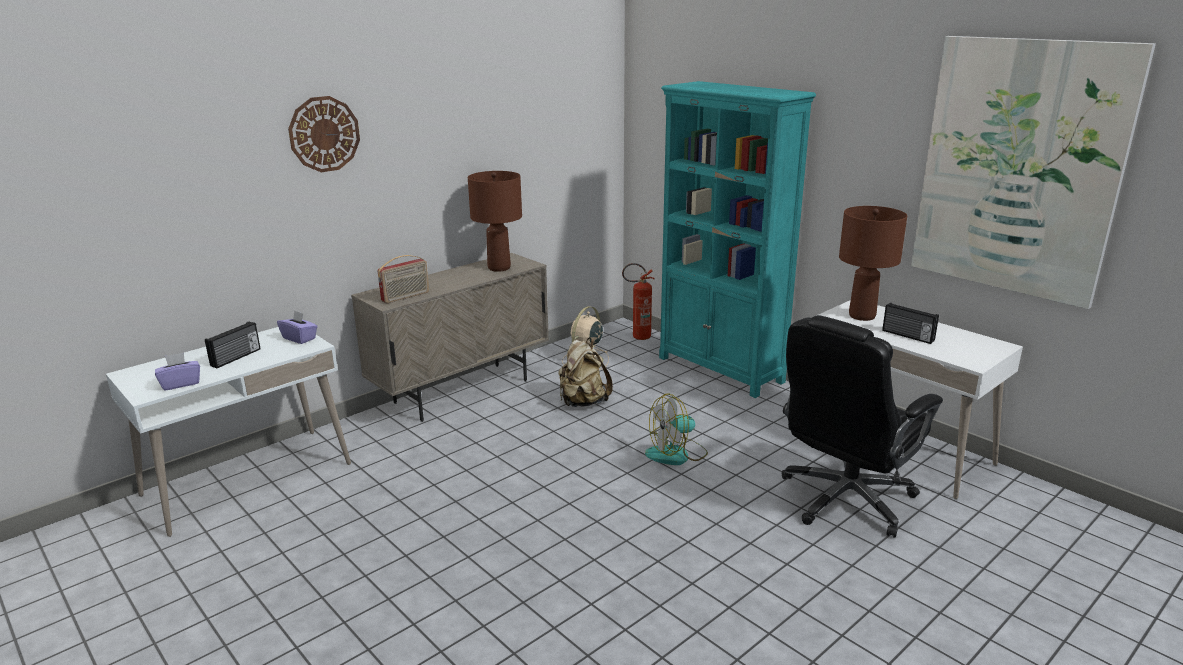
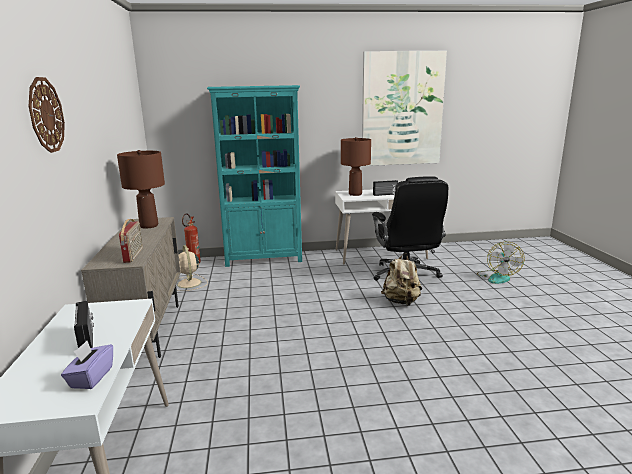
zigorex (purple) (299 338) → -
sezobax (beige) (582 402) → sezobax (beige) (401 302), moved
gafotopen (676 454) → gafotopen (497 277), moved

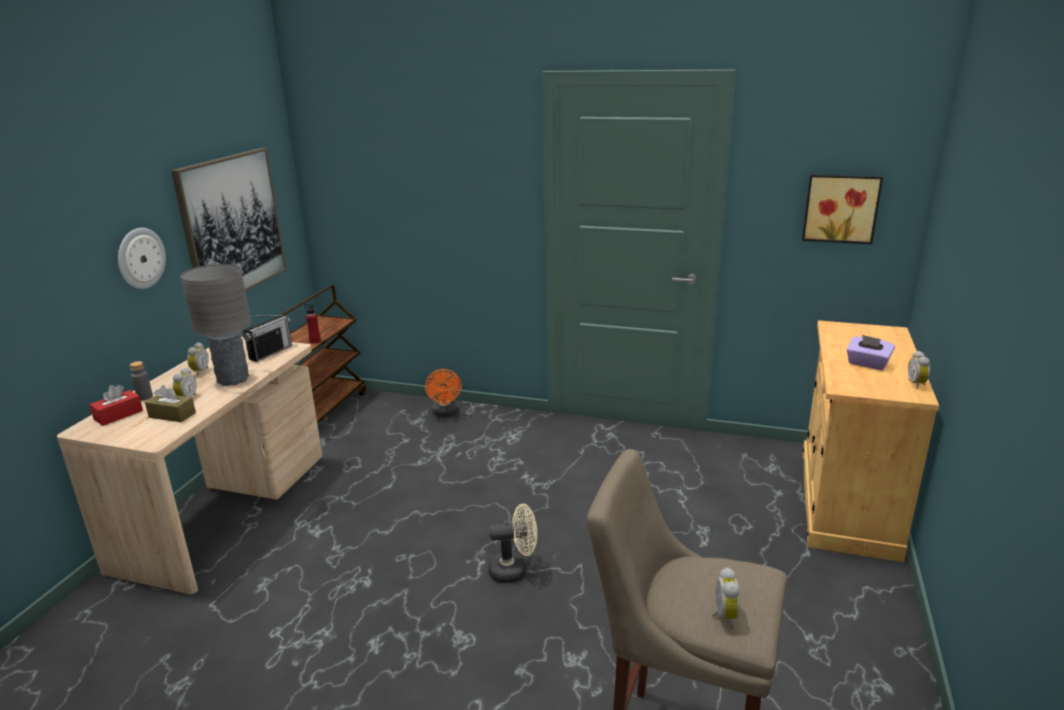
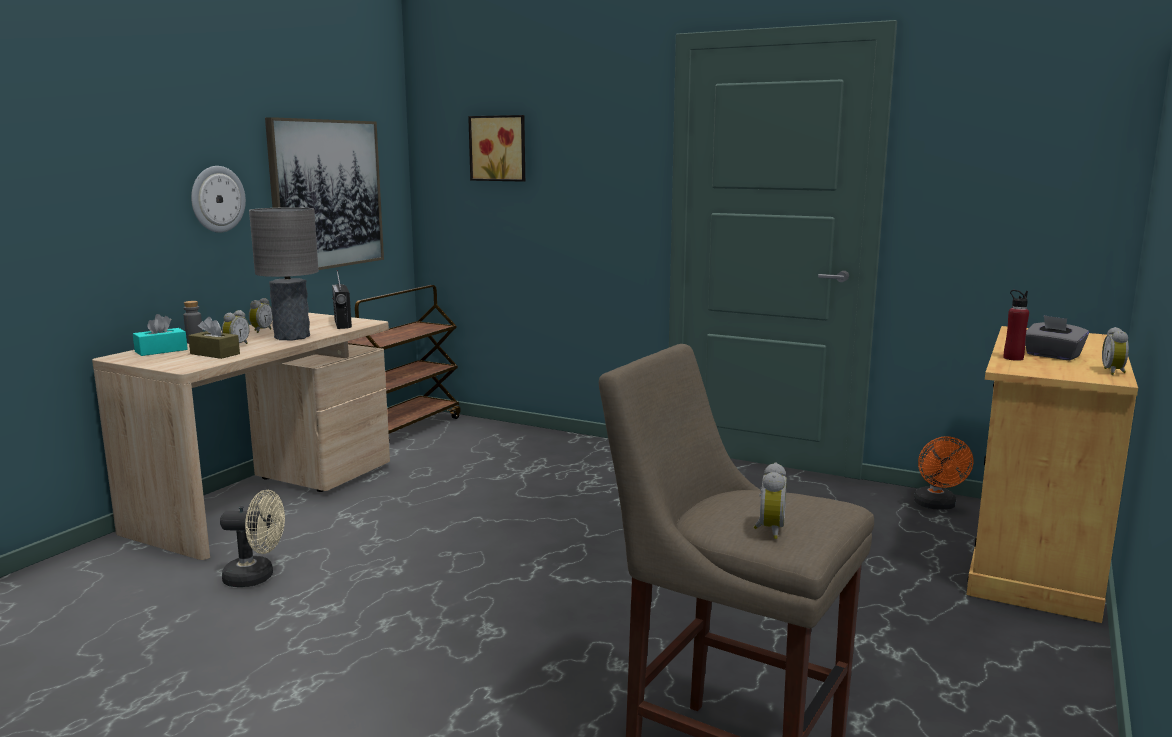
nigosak (840 208) → nigosak (499 148), moved
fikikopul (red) (315 341) → fikikopul (red) (1013 358), moved
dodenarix (270 352) → dodenarix (342 324), 120 degrees clockwise
zigorex (purple) (867 364) → zigorex (grey) (1052 356)
gafotopen (orange) (446 413) → gafotopen (orange) (937 506), moved
zigorex (red) (118 415) → zigorex (turquoise) (161 351)
gafotopen (beige) (514 570) → gafotopen (beige) (257 577), moved

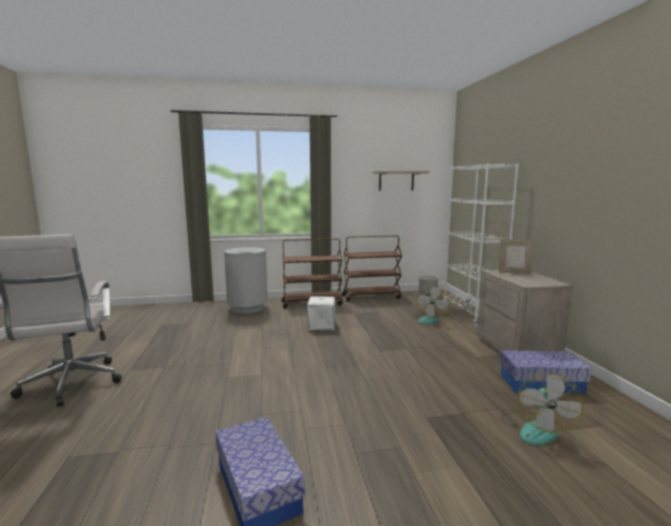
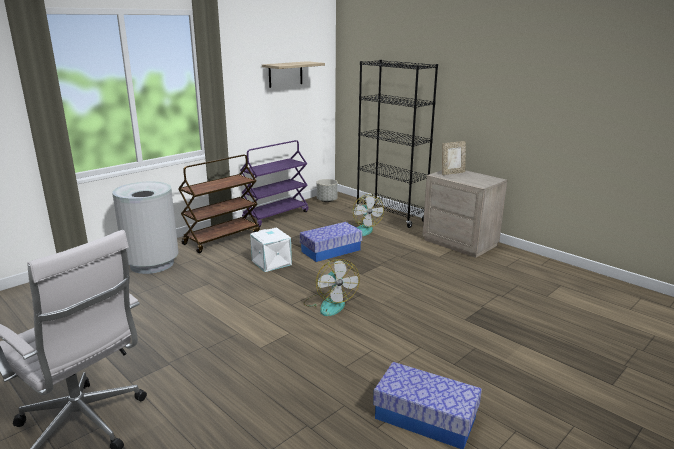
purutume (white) (471 315) → purutume (black) (391 216)
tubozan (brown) (371 297) → tubozan (purple) (275 215)
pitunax (541 383) → pitunax (331 250), moved
gafotopen (536 429) → gafotopen (330 304), moved

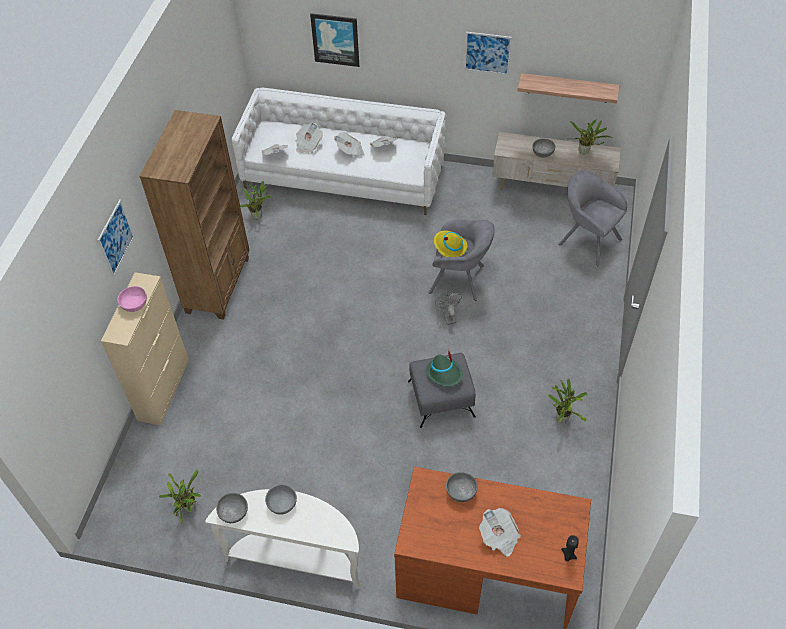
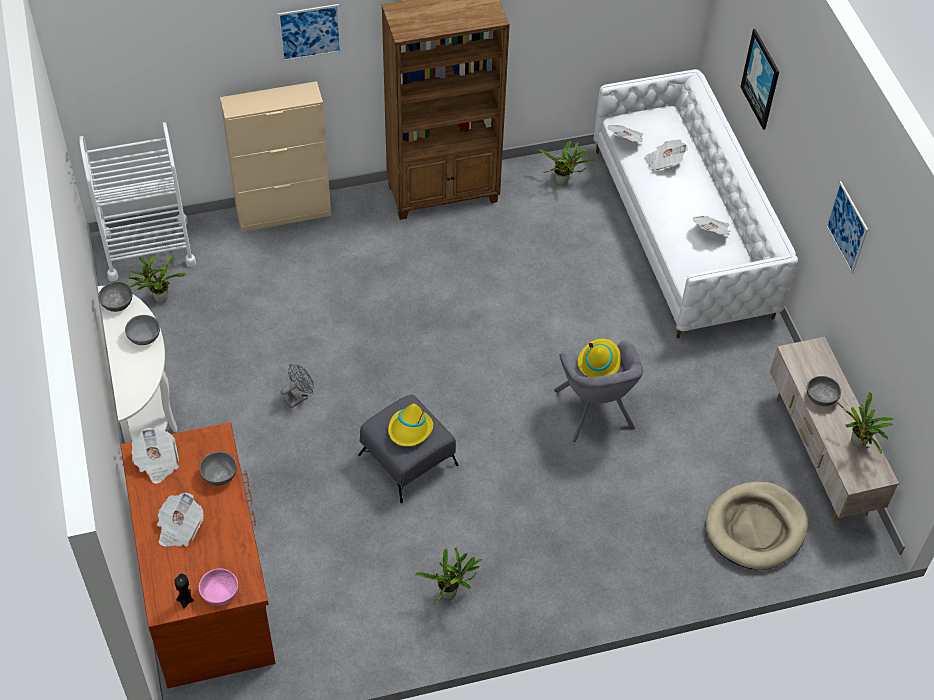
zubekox (568 88) → -
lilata (350 150) → lilata (157 462), moved
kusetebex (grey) (587 240) → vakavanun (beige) (756 528)
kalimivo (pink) (134 304) → kalimivo (pink) (219 592), moved
gafotopen (grey) (448 316) → gafotopen (grey) (299 397), moved
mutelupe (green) (444 373) → mutelupe (yellow) (410 430)
- → tubozan (white) (148 249)

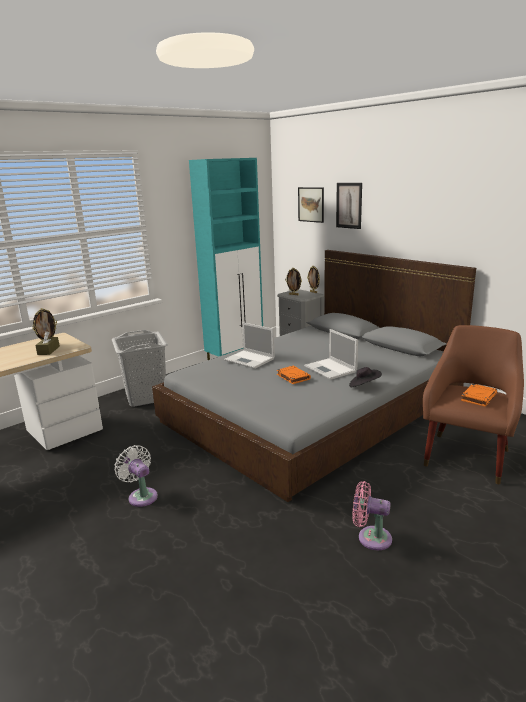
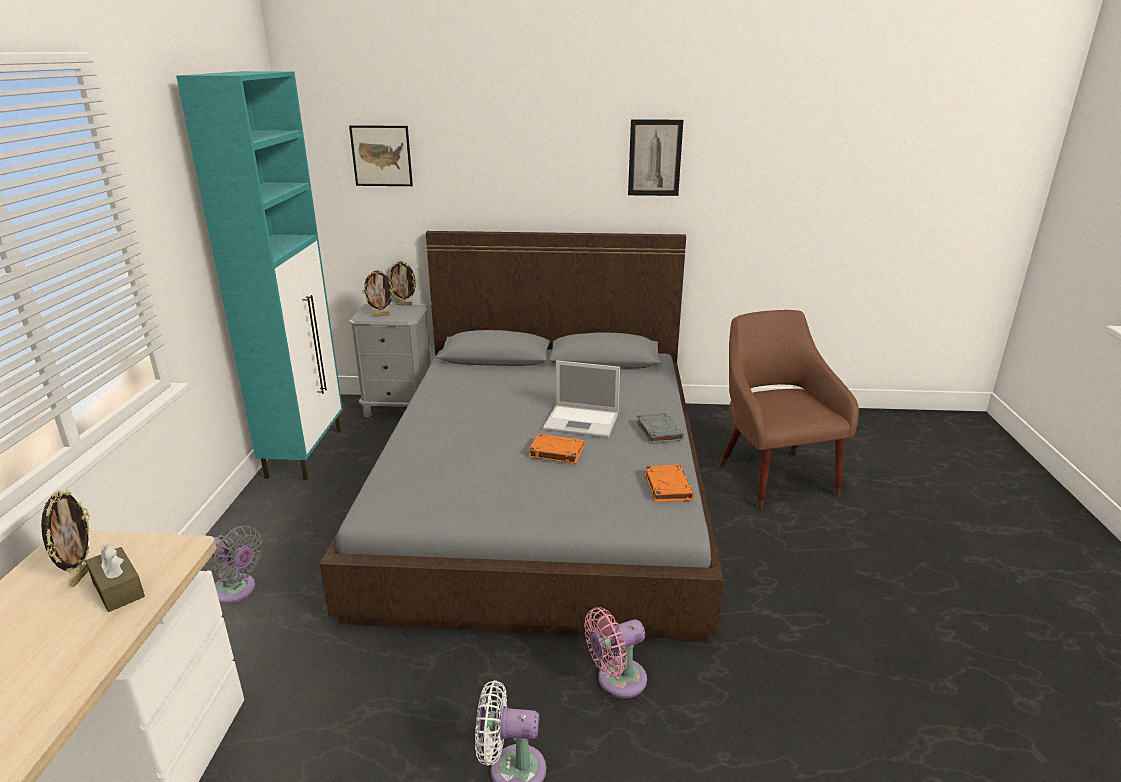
nigosak (349 205) → nigosak (655 158), moved
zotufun (250 359) → -
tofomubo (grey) (146 397) → gafotopen (grey) (237 591)
mutelupe (black) (364 386) → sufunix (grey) (658 431)
sufunix (orange) (478 397) → sufunix (orange) (667 486), moved
gafotopen (pink) (371 537) → gafotopen (pink) (617 680), moved

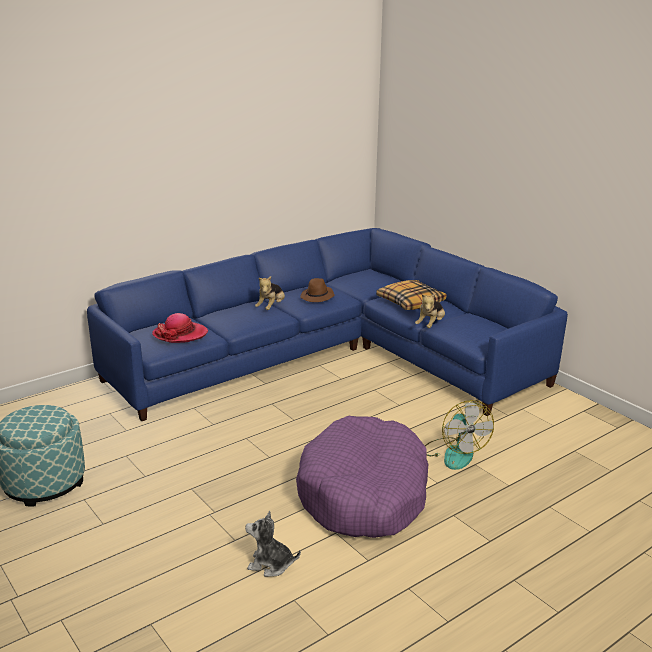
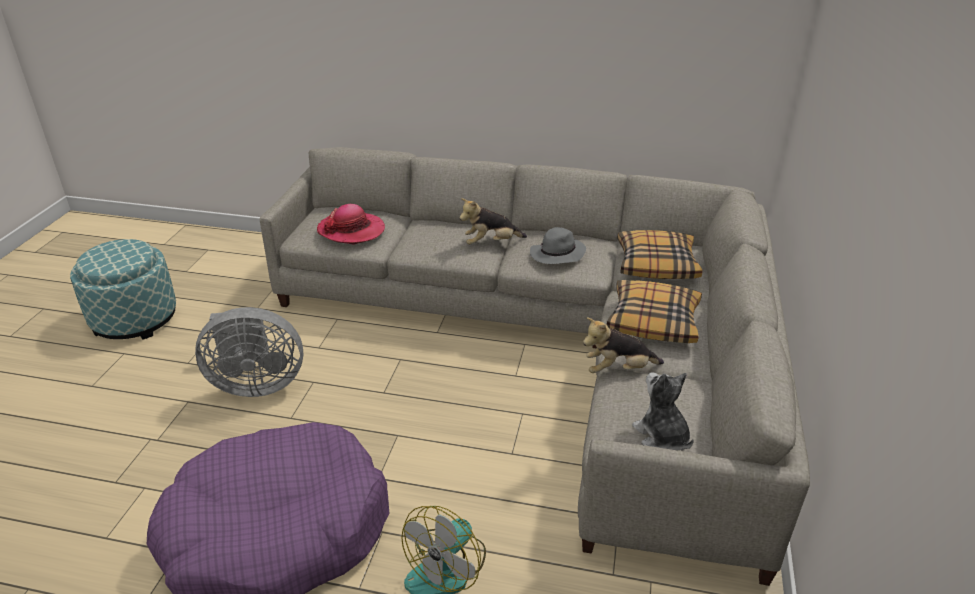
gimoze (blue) (333 357) → gimoze (grey) (556 342)
mutelupe (brown) (317 297) → mutelupe (grey) (557 255)
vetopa (270 564) → vetopa (661 437), moved
- → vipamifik (656 264)
- → gafotopen (grey) (256 384)

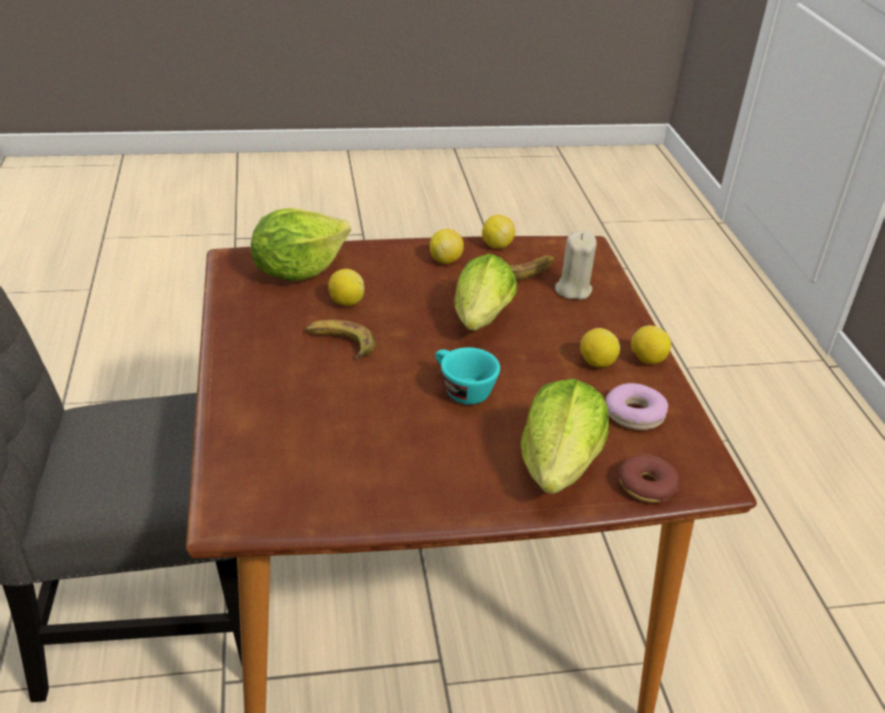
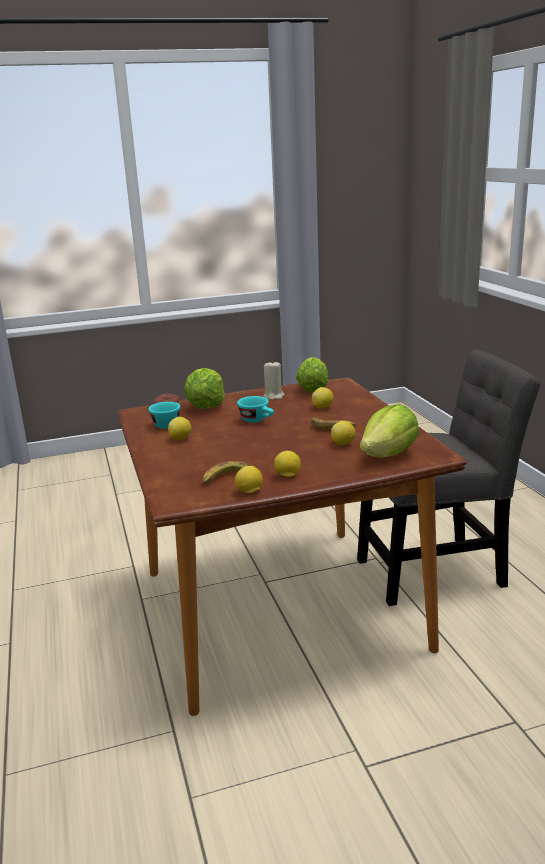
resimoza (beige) (573 290) → resimoza (beige) (274 396), moved
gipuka (480 322) → gipuka (313 388), moved
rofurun (646 360) → rofurun (323 408), moved
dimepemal (634 414) → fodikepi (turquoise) (165 424)

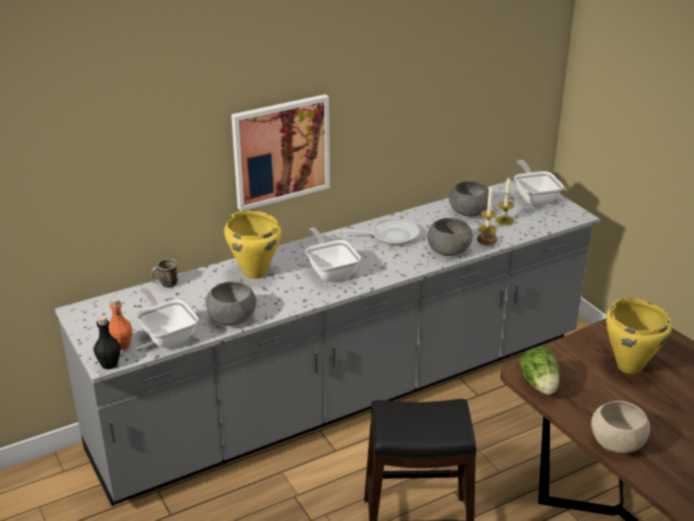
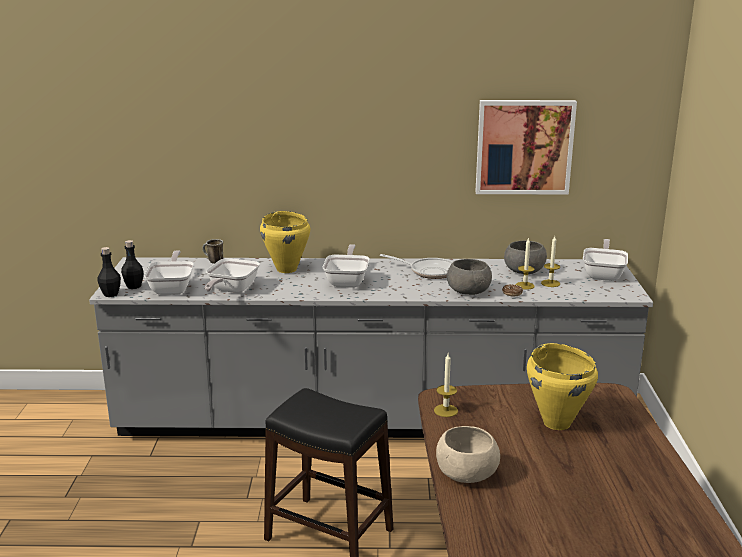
nigosak (281 151) → nigosak (524 147), moved
kalimivo (grey) (232 318) → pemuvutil (231 290)
fikikopul (orange) (121 345) → fikikopul (black) (134 286)
gipuka (540 385) → resimoza (445 410)

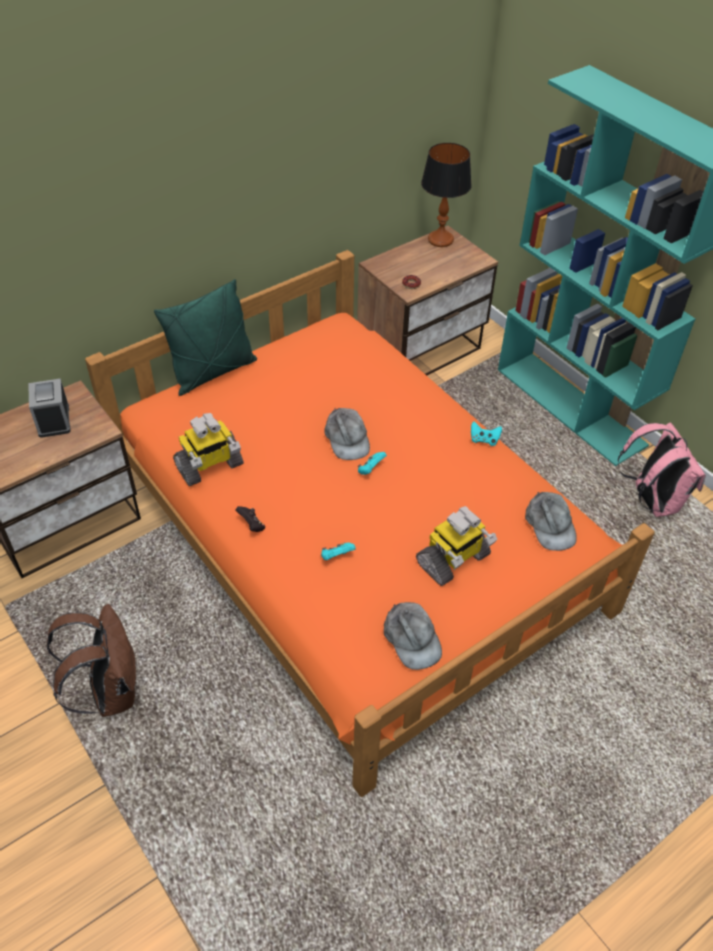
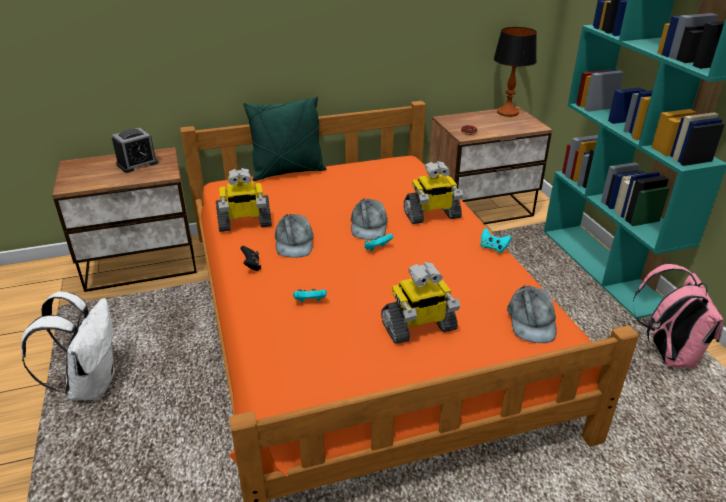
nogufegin (54 420) → nogufegin (137 164), 135 degrees counterclockwise
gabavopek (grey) (411 639) → gabavopek (grey) (294 242), moved
sezobax (brown) (110 691) → sezobax (white) (91 384)
- → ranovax (432 215)

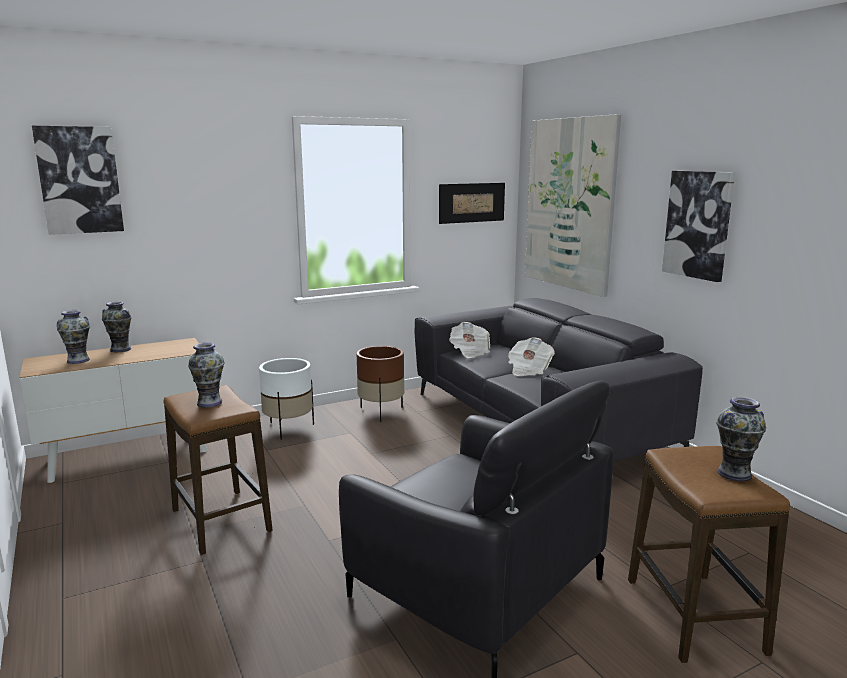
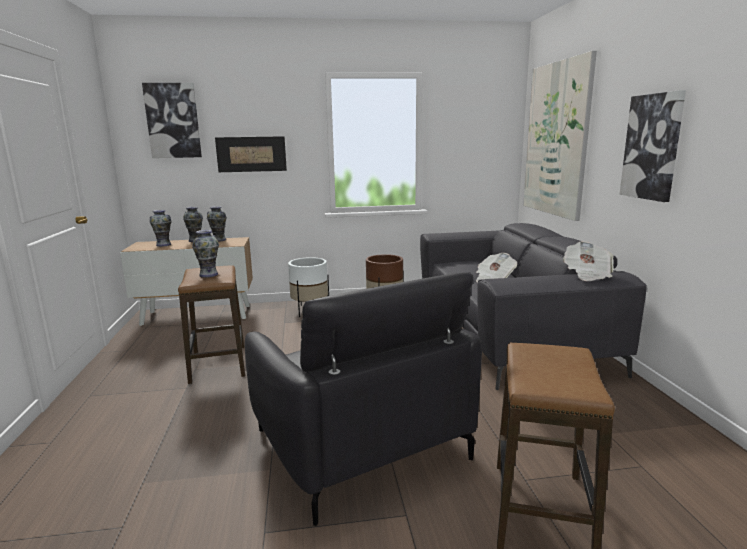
nigosak (472 202) → nigosak (251 154), moved
lilata (470 351) → lilata (587 274), moved
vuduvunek (734 474) → vuduvunek (219 240), moved

